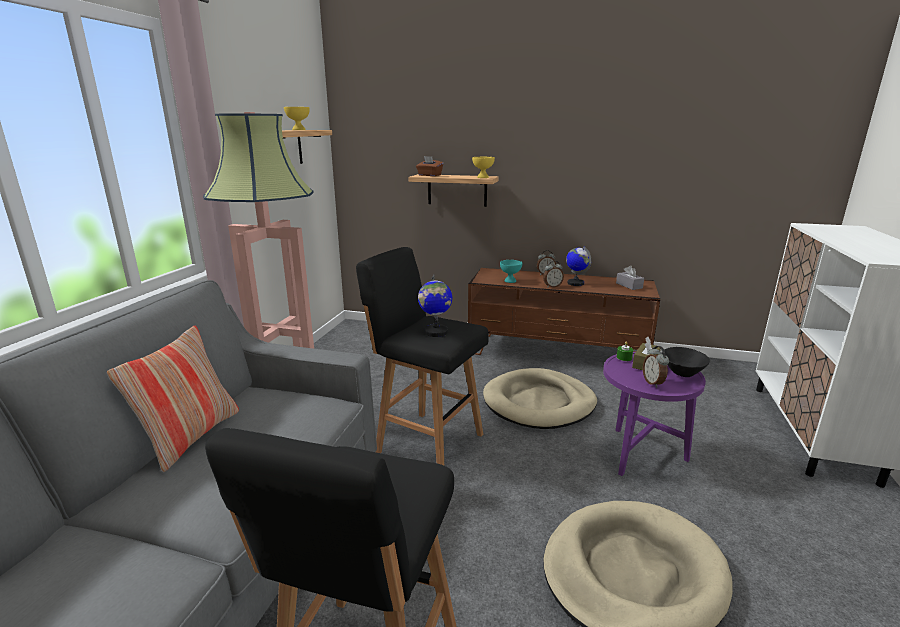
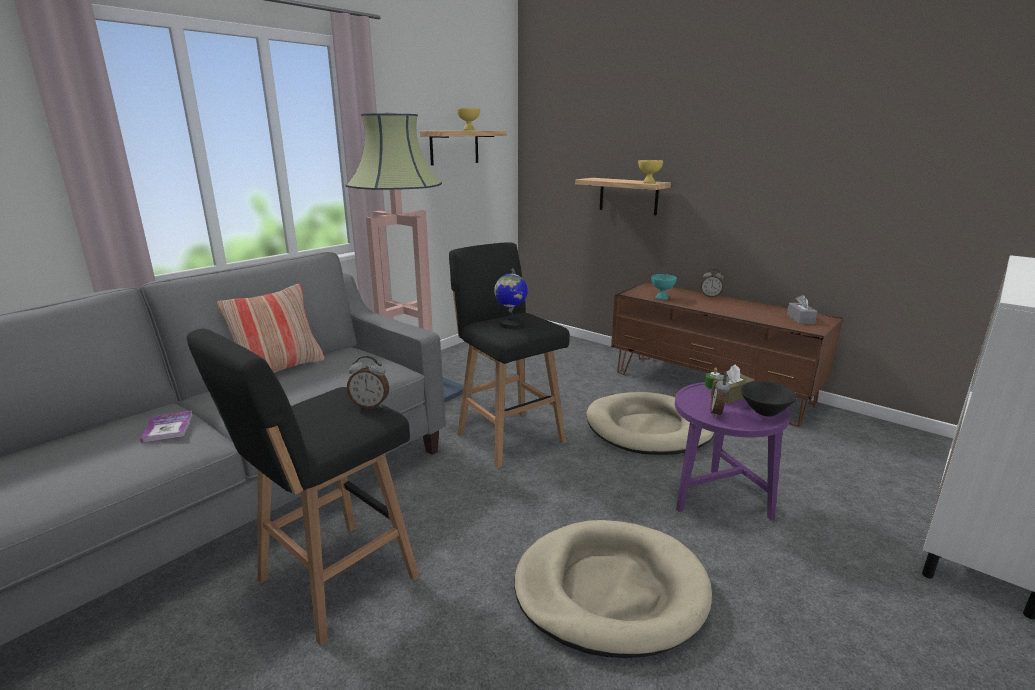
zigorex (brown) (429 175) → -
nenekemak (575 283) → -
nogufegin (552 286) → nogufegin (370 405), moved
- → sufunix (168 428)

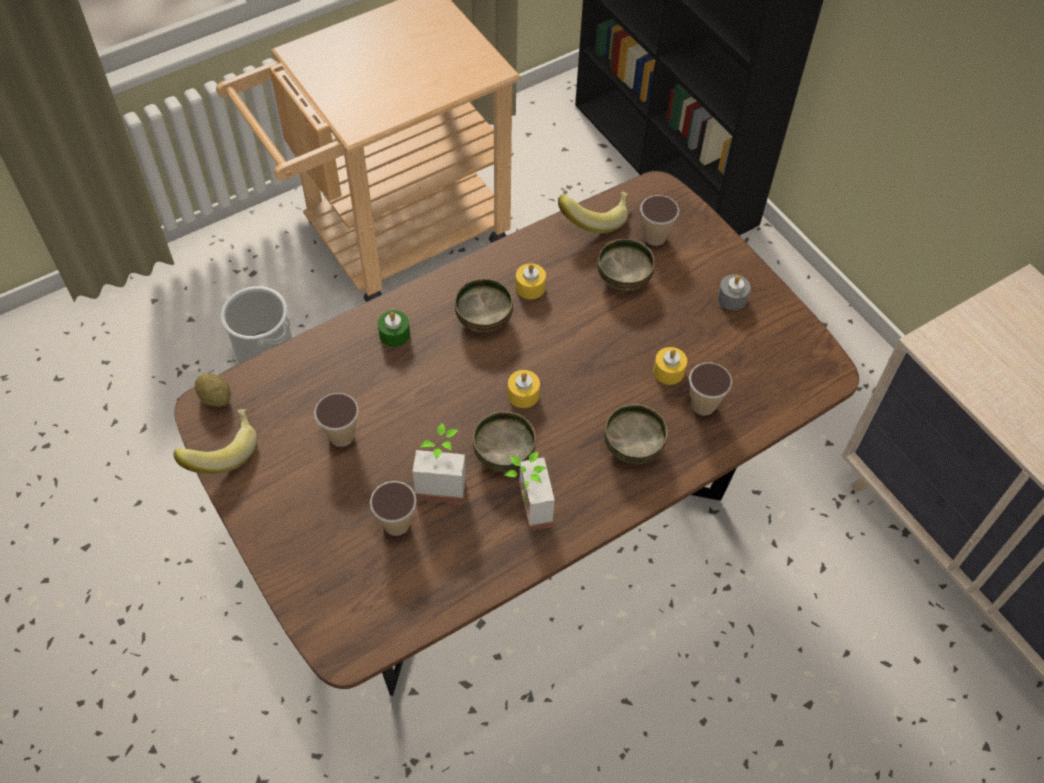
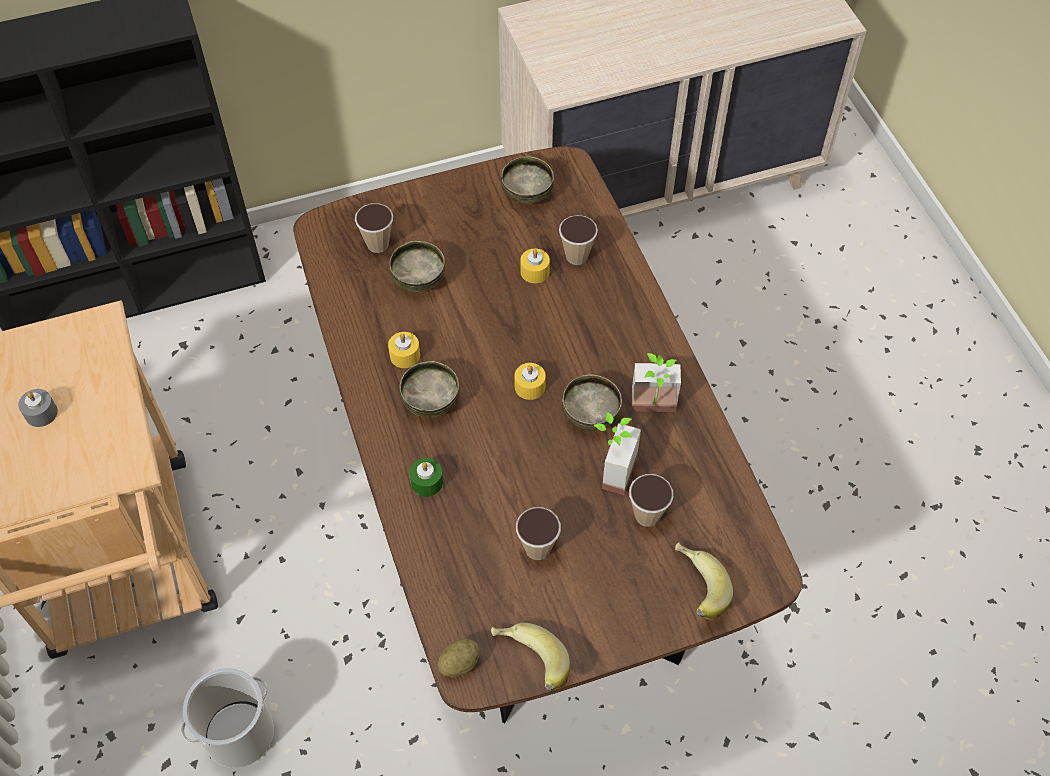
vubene (594 218) → vubene (694 589), moved
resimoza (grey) (732 298) → resimoza (grey) (41 413), moved
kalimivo (633 445) → kalimivo (526 193), moved

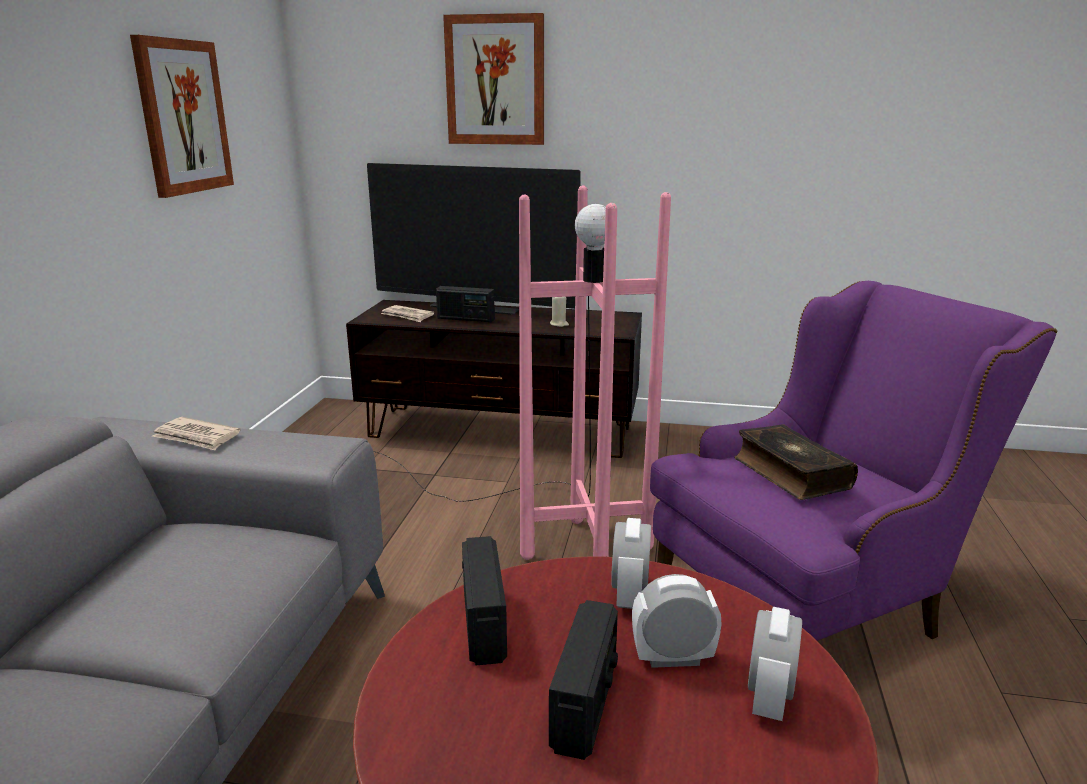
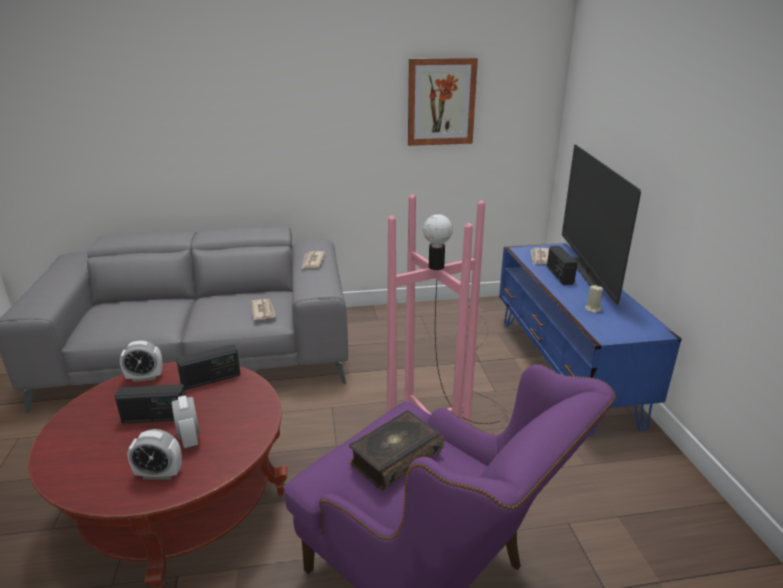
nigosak (495 80) → -
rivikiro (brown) (500 432) → rivikiro (blue) (564 369)
nogufegin (629 595) → nogufegin (145 377), moved
- → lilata (263 311)

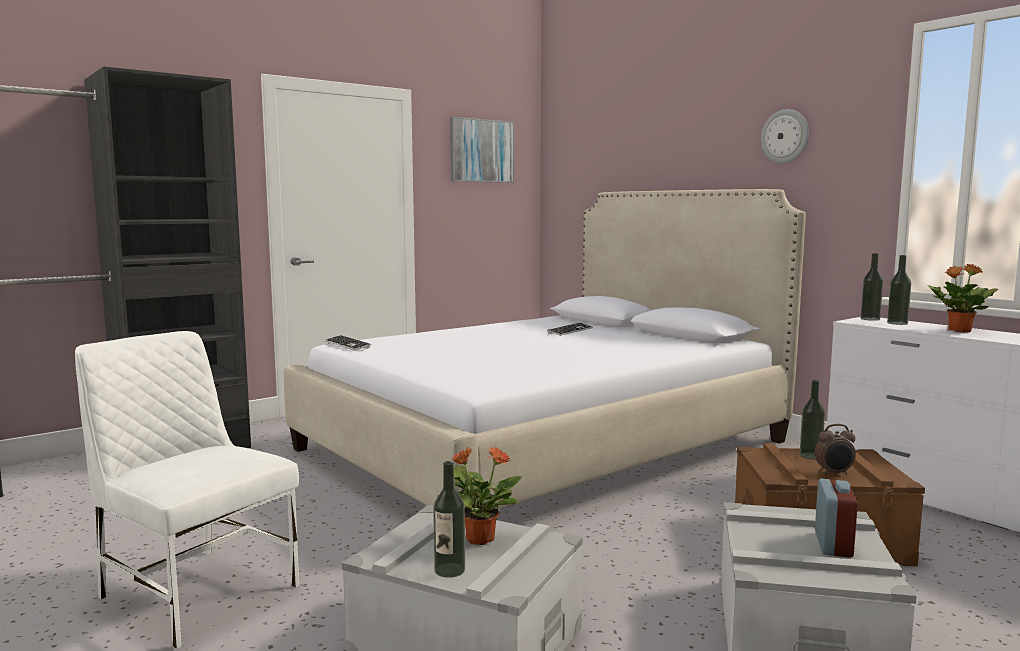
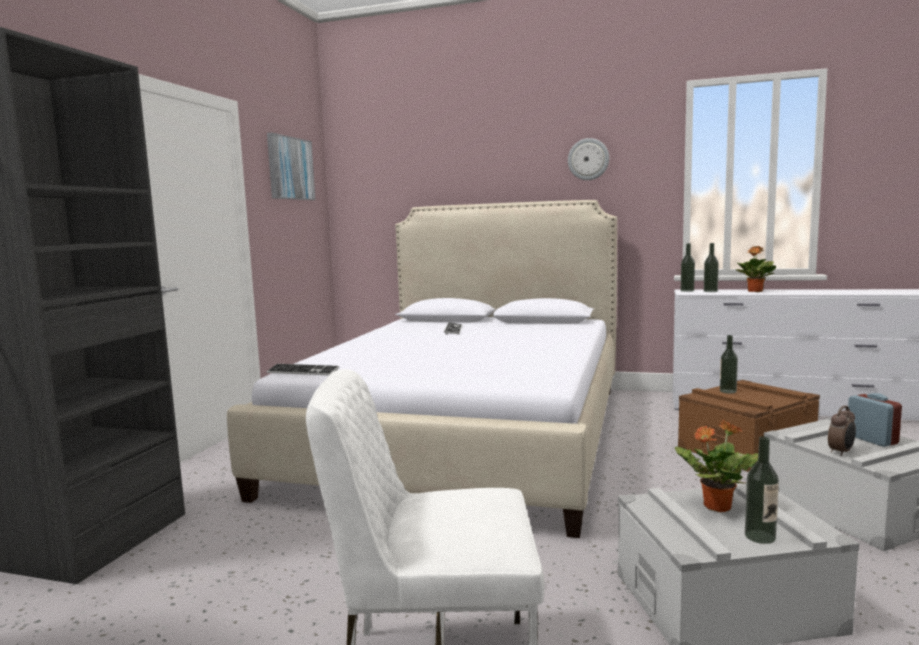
nogufegin (834 473) → nogufegin (841 452), moved

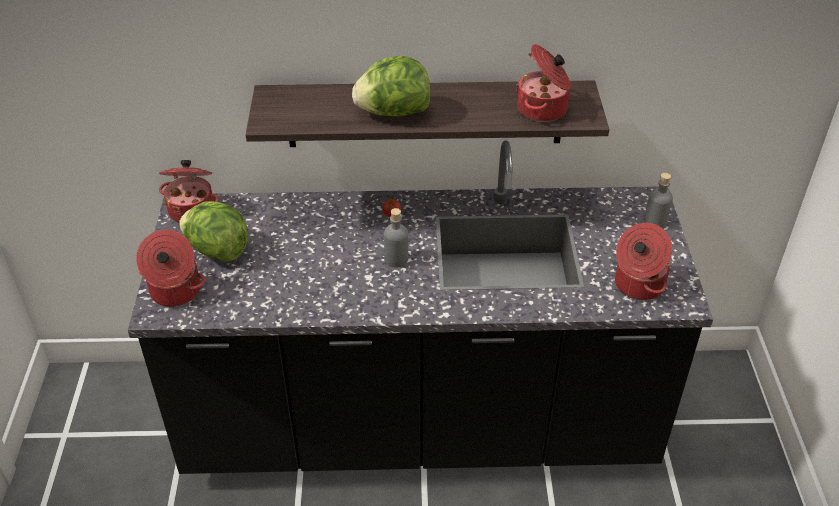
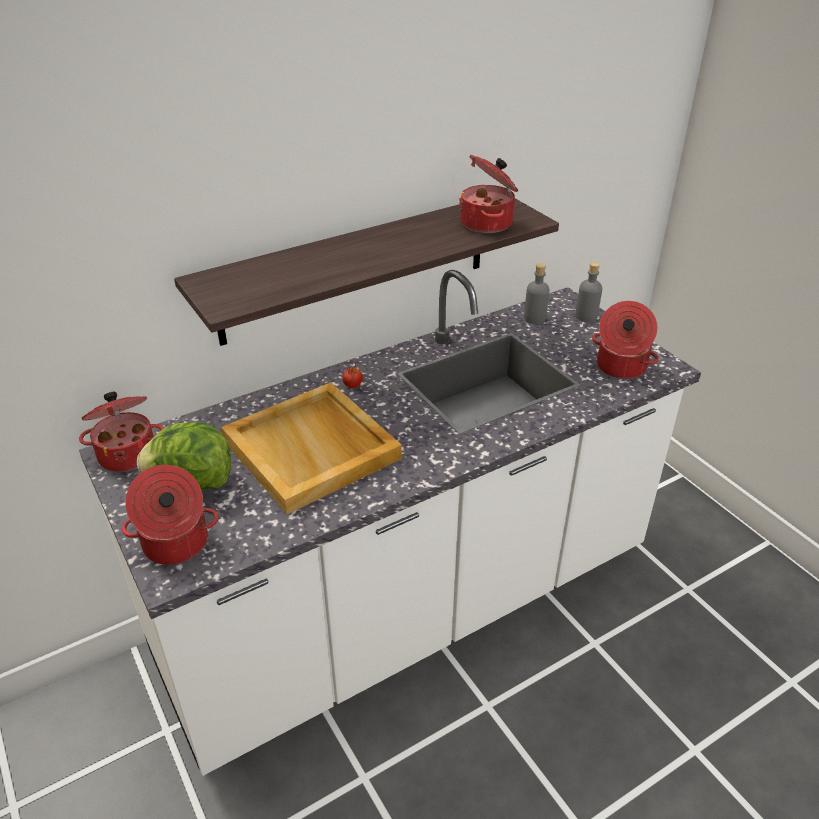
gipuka (393 113) → -
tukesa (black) (419 425) → tukesa (white) (409 607)
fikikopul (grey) (396 259) → fikikopul (grey) (534 318), moved
- → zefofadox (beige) (313 450)

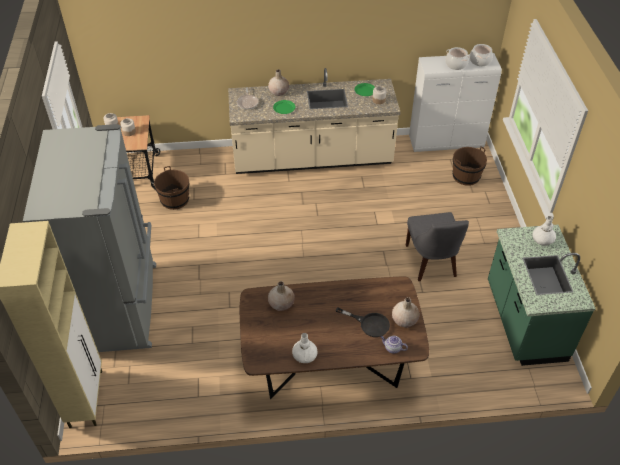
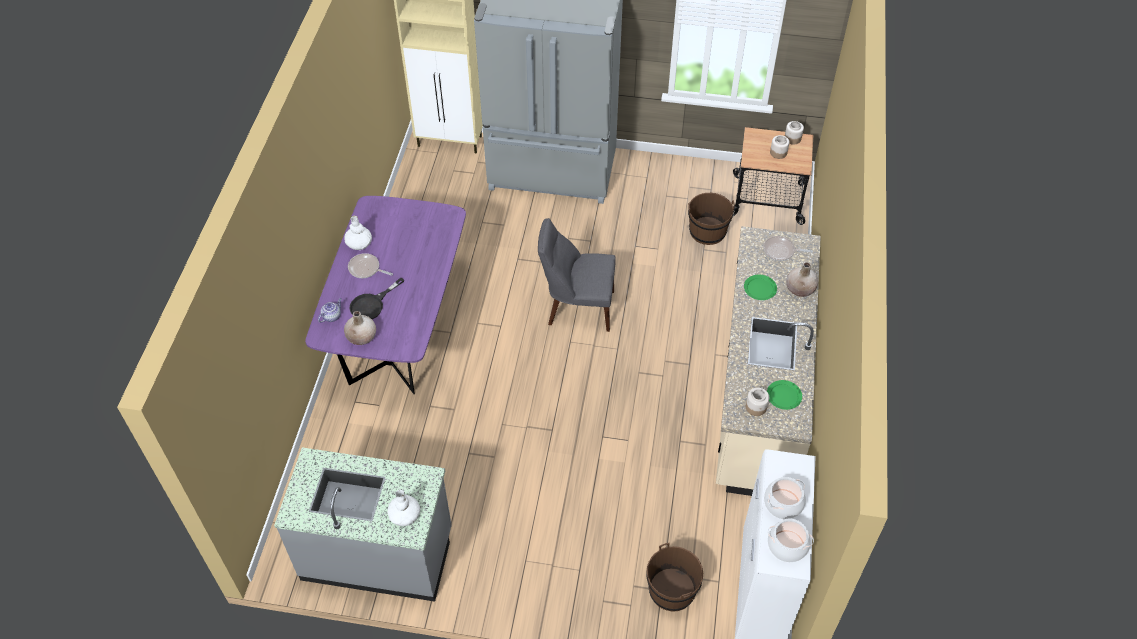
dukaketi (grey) (431 263) → dukaketi (grey) (577 307), moved
tukesa (green) (524 322) → tukesa (grey) (378 553)
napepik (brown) (330 368) → napepik (purple) (400 331)
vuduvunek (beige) (281 304) → -
- → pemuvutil (366 269)

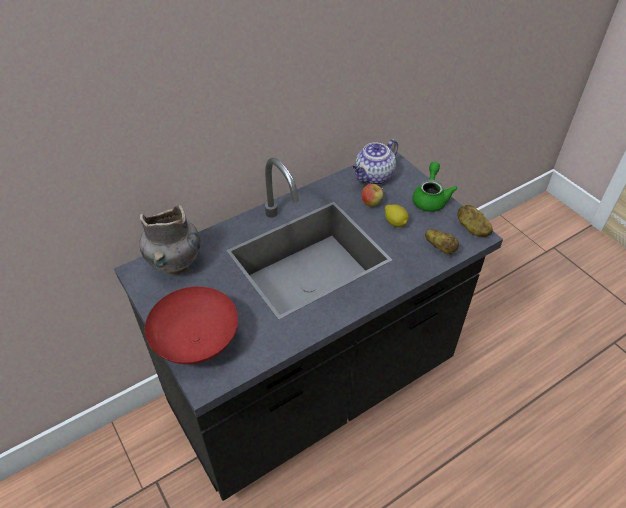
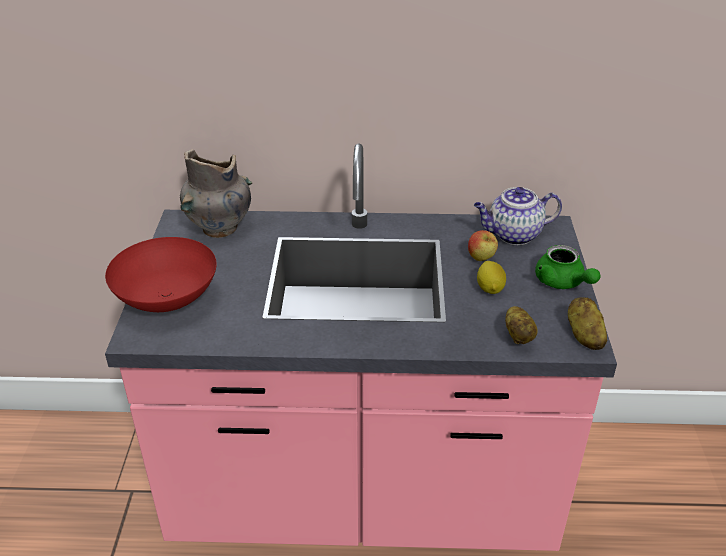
tukesa (black) (313 388) → tukesa (pink) (363 495)
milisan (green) (430 198) → milisan (green) (562 282), 105 degrees clockwise

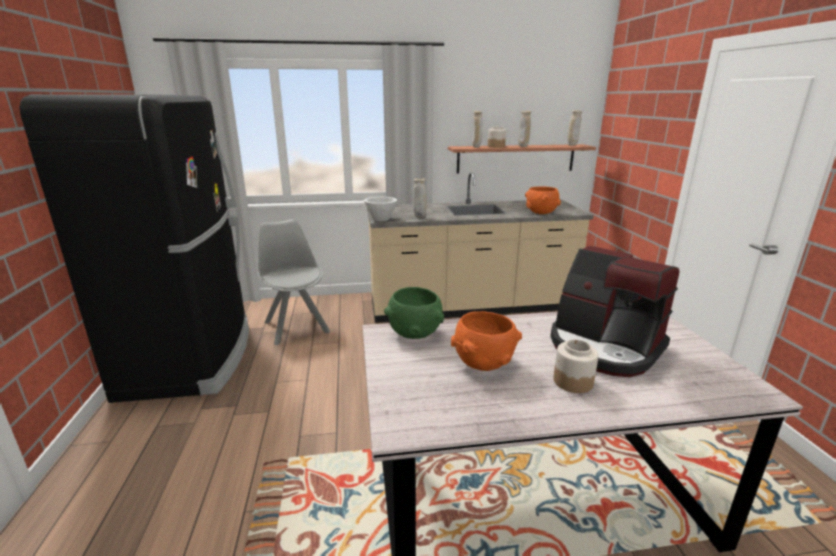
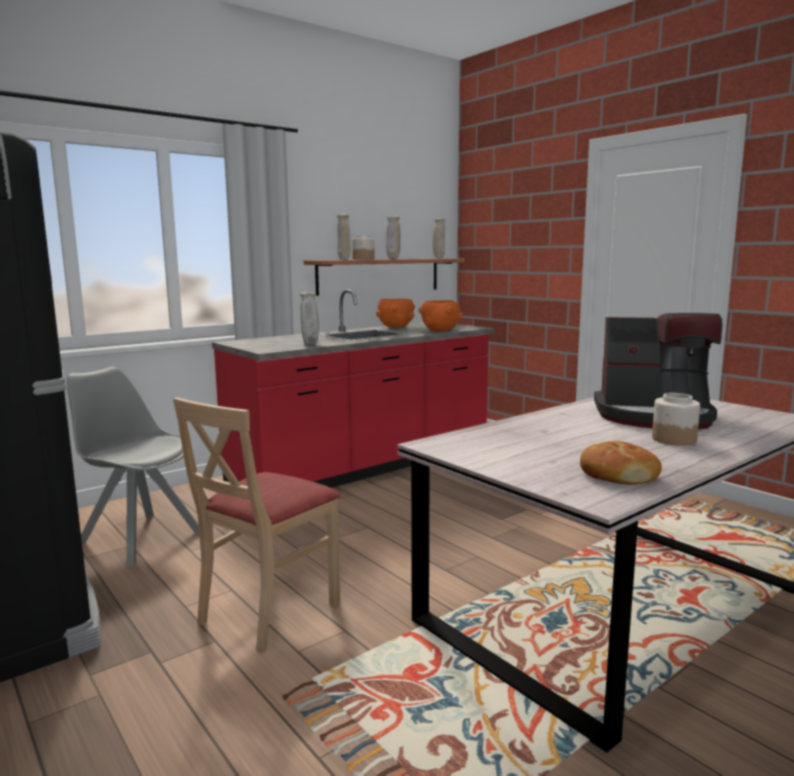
tukesa (beige) (470 307) → tukesa (red) (365 467)
kalimivo (white) (381 219) → -
kalimivo (green) (414 333) → -
kalimivo (orange) (483 363) → kalimivo (orange) (395 327), moved
- → dukaketi (beige) (268 611)
- → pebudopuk (617 475)

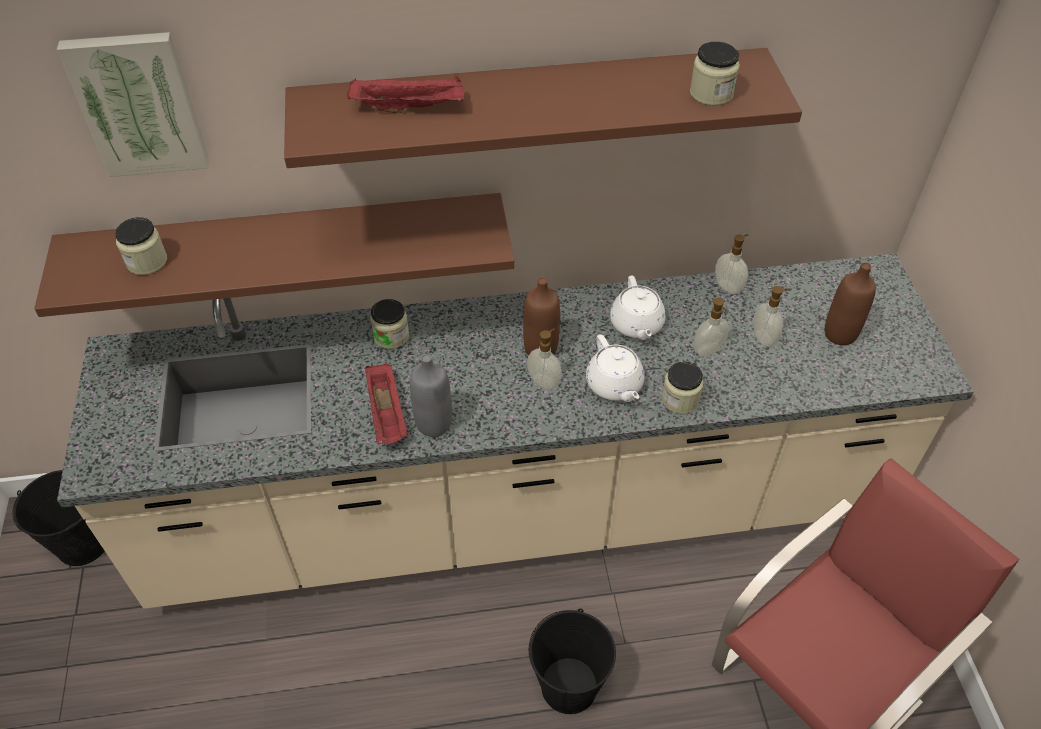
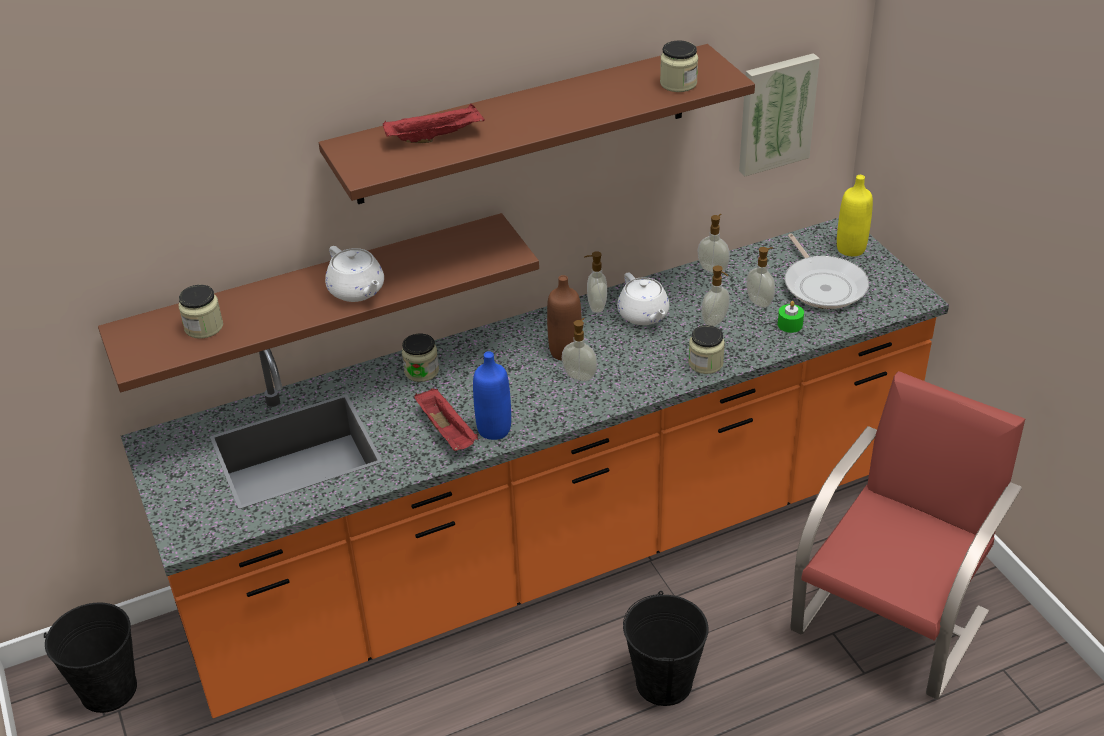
nigosak (138 103) → nigosak (775 113), moved
tukesa (beige) (520 511) → tukesa (orange) (559 549)
fikikopul (brown) (840 334) → pemuvutil (823 285)
milisan (white) (614 385) → milisan (white) (357 291), moved
fikikopul (grey) (434 424) → fikikopul (blue) (494 429)
- → fikikopul (yellow) (851 248)
- → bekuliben (596 306)
- → resimoza (green) (790 324)

